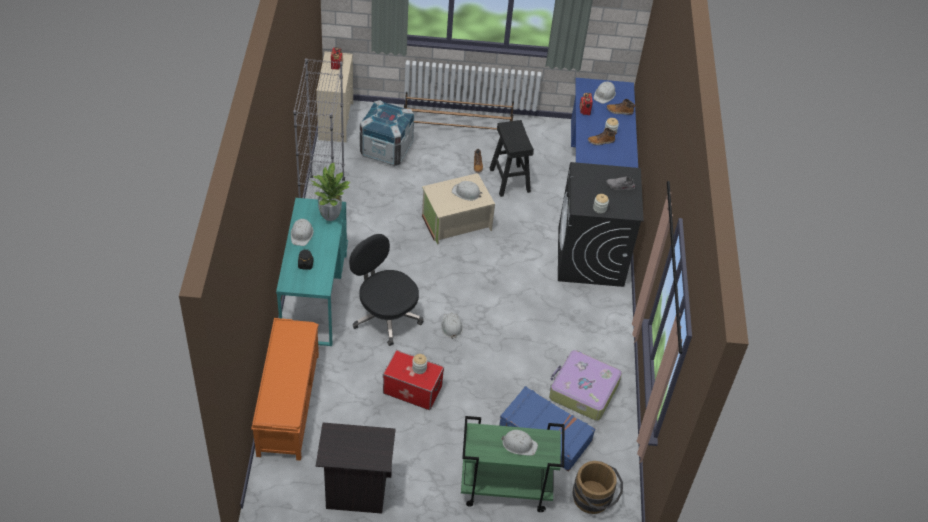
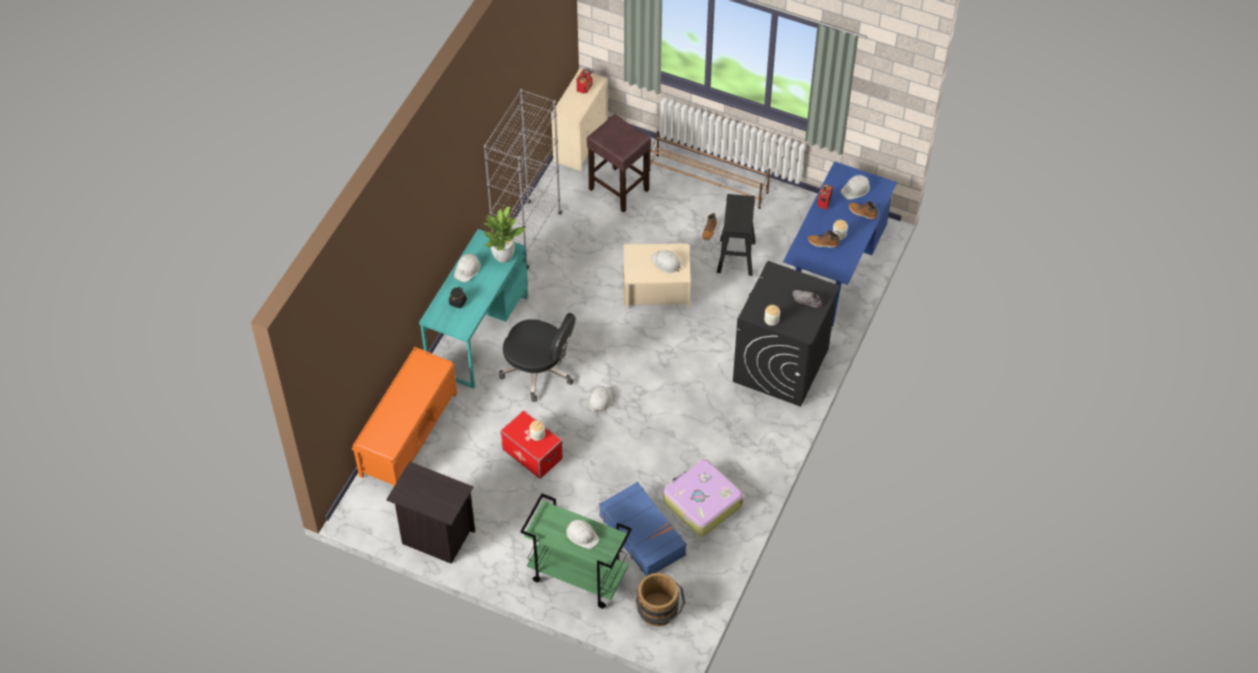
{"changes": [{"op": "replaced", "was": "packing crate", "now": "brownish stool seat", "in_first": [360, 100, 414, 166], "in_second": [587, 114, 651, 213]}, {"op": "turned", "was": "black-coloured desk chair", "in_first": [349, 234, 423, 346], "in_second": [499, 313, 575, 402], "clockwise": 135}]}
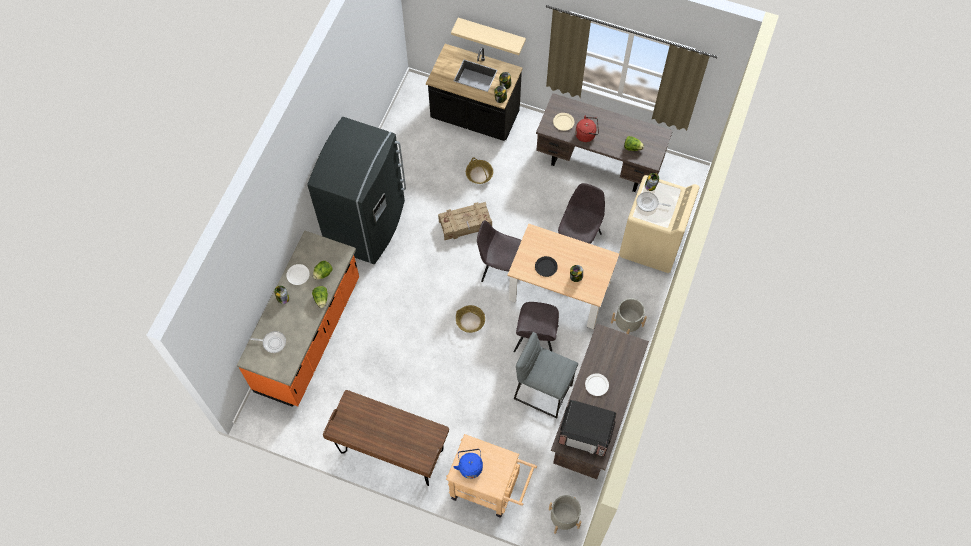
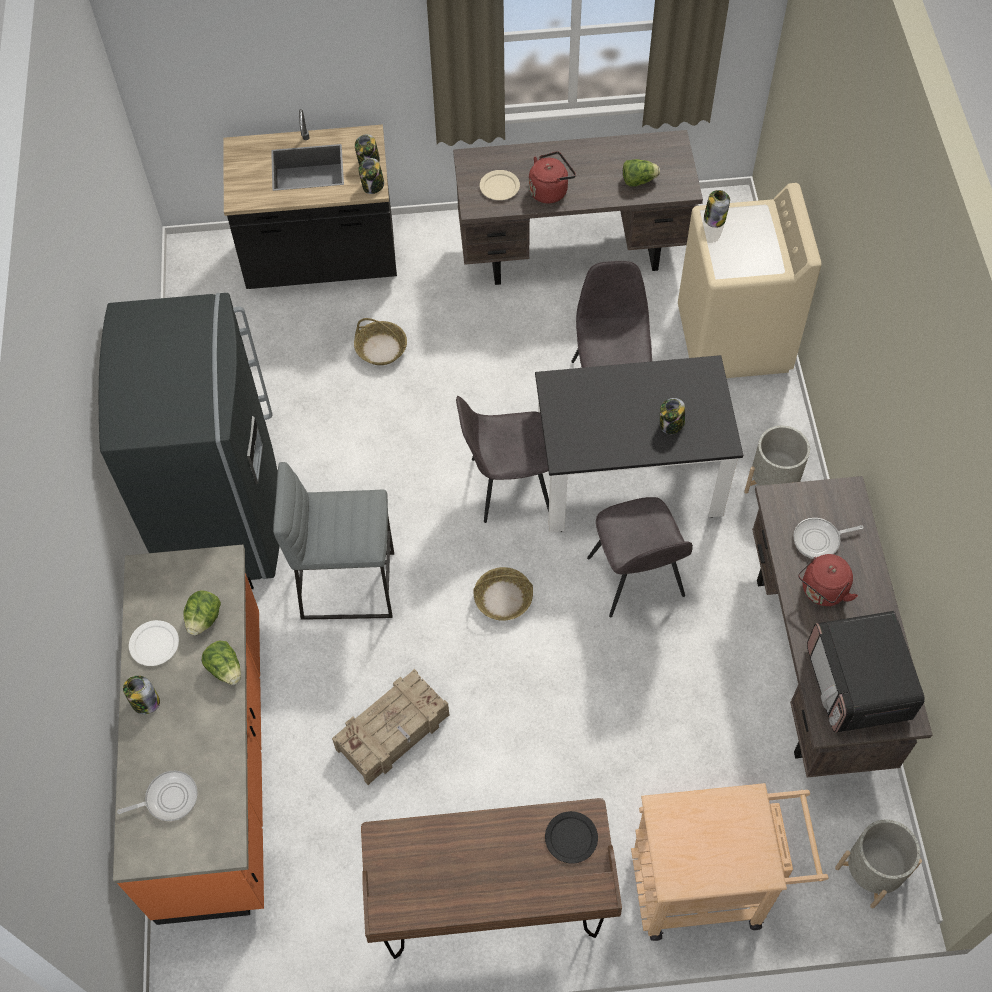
{"changes": [{"op": "removed", "was": "beige bracket shelf", "in_first": [451, 18, 526, 55]}, {"op": "moved", "was": "frying pan", "in_first": [636, 192, 671, 212], "in_second": [794, 518, 863, 559]}, {"op": "moved", "was": "packing crate", "in_first": [438, 202, 492, 240], "in_second": [332, 669, 449, 785]}, {"op": "recoloured", "was": "beige dinner table", "now": "black-coloured dinner table", "in_first": [507, 224, 620, 329], "in_second": [535, 355, 743, 532]}, {"op": "moved", "was": "black-coloured dinner plate", "in_first": [535, 256, 558, 277], "in_second": [545, 811, 598, 864]}, {"op": "moved", "was": "gray stool seat", "in_first": [514, 332, 578, 418], "in_second": [273, 462, 394, 620]}, {"op": "replaced", "was": "white dinner plate", "now": "red tea kettle", "in_first": [585, 373, 609, 396], "in_second": [798, 554, 858, 606]}, {"op": "turned", "was": "kitchen microwave", "in_first": [558, 400, 616, 456], "in_second": [807, 611, 925, 733], "clockwise": 90}, {"op": "removed", "was": "blue tea kettle", "in_first": [453, 449, 483, 479]}]}
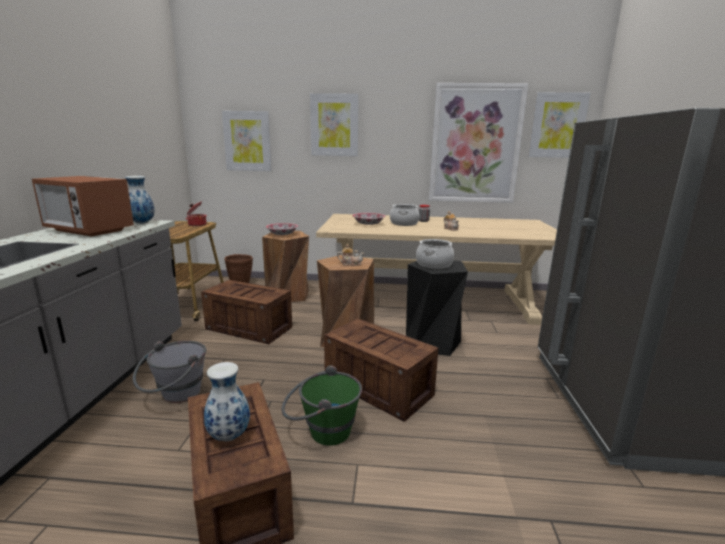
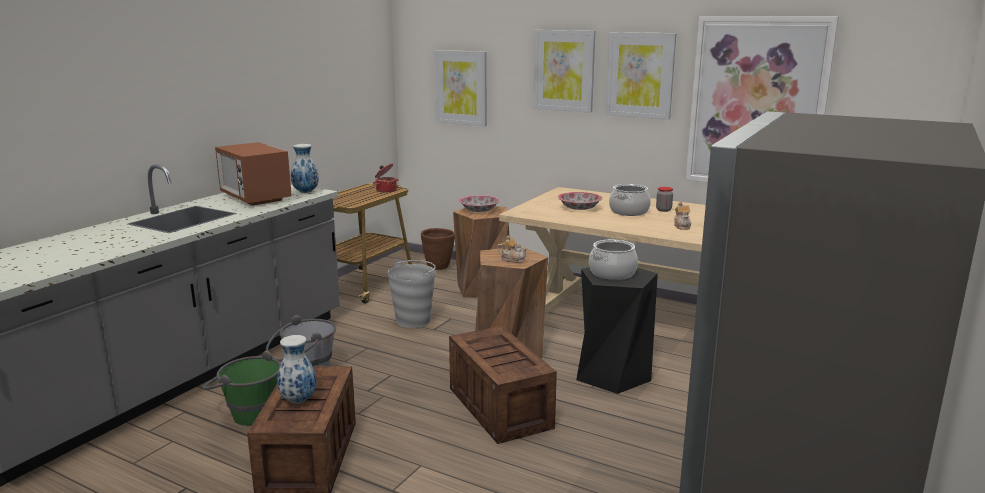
{"changes": [{"op": "moved", "was": "wall art", "in_first": [528, 92, 590, 158], "in_second": [605, 32, 676, 120]}, {"op": "replaced", "was": "packing crate", "now": "gray water bucket", "in_first": [201, 280, 292, 344], "in_second": [388, 259, 436, 328]}, {"op": "moved", "was": "green water bucket", "in_first": [281, 365, 362, 446], "in_second": [202, 350, 281, 426]}]}
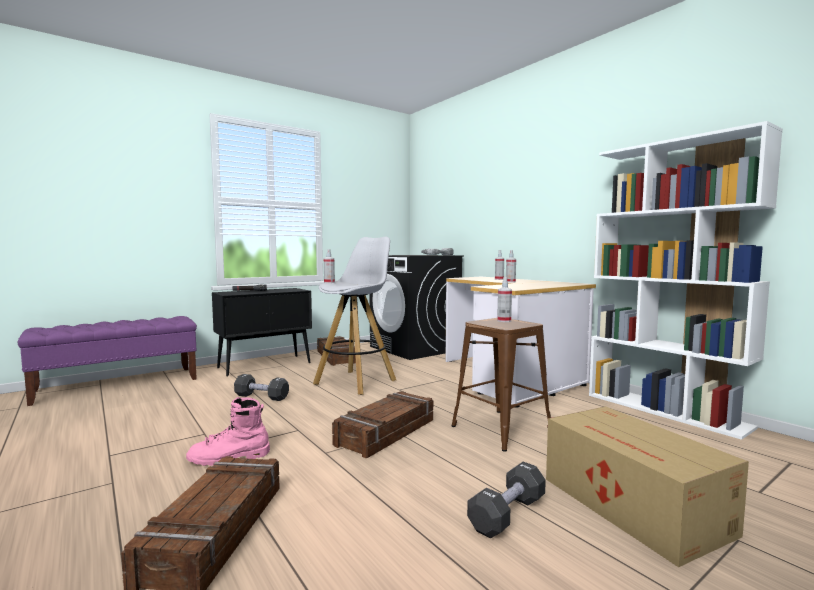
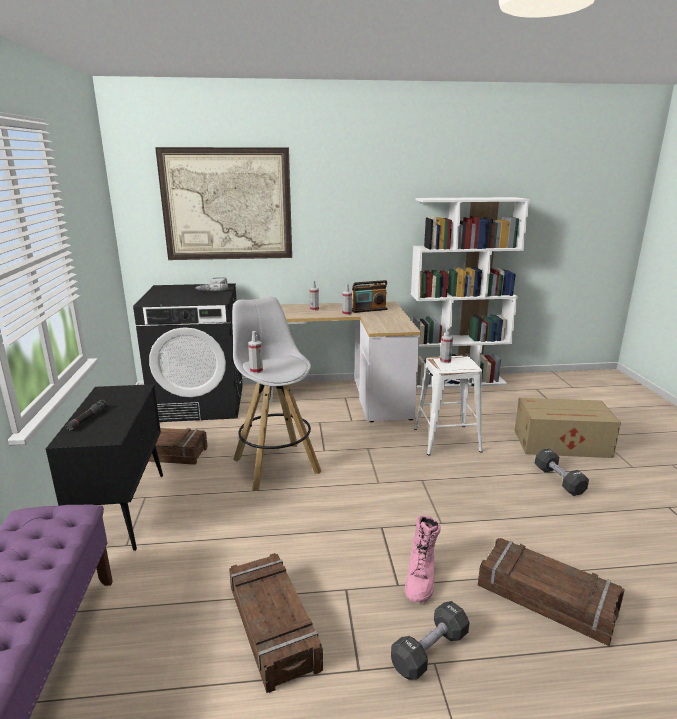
{"changes": [{"op": "recoloured", "was": "brownish stool seat", "now": "white stool seat", "in_first": [452, 318, 551, 452], "in_second": [414, 356, 483, 456]}, {"op": "moved", "was": "black-coloured dumbbell", "in_first": [234, 374, 289, 401], "in_second": [391, 601, 470, 680]}, {"op": "moved", "was": "packing crate", "in_first": [332, 391, 433, 458], "in_second": [229, 553, 323, 693]}, {"op": "added", "now": "wall art", "in_second": [155, 147, 292, 260]}, {"op": "added", "now": "radio receiver", "in_second": [352, 280, 388, 313]}]}
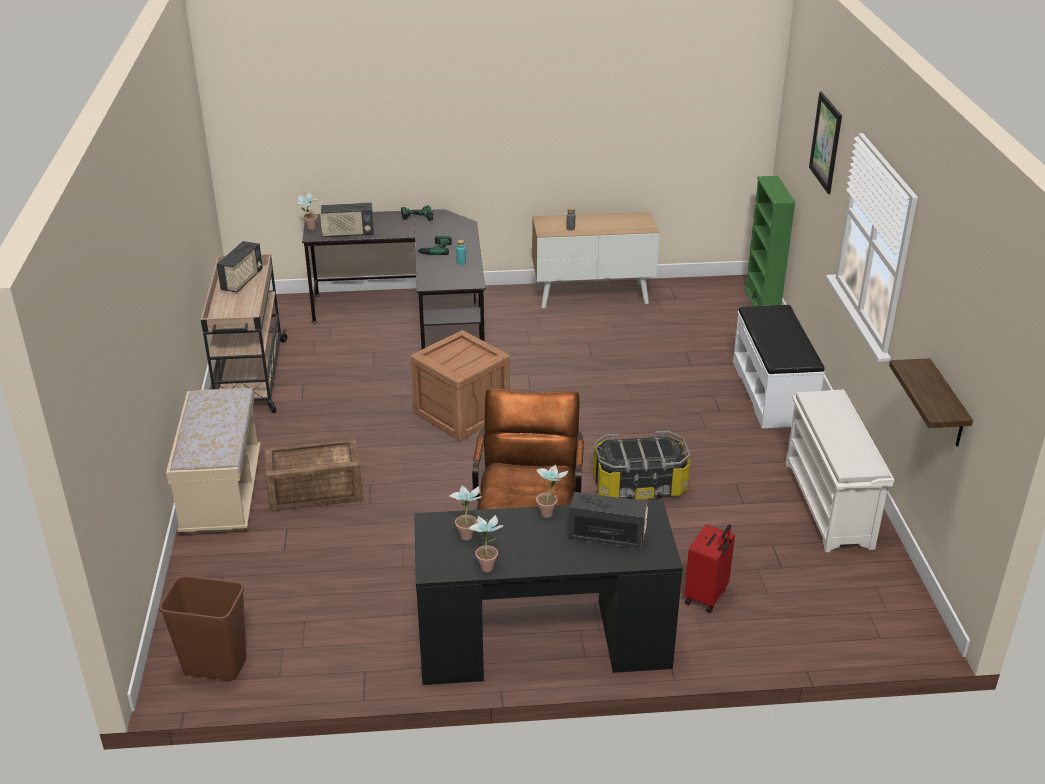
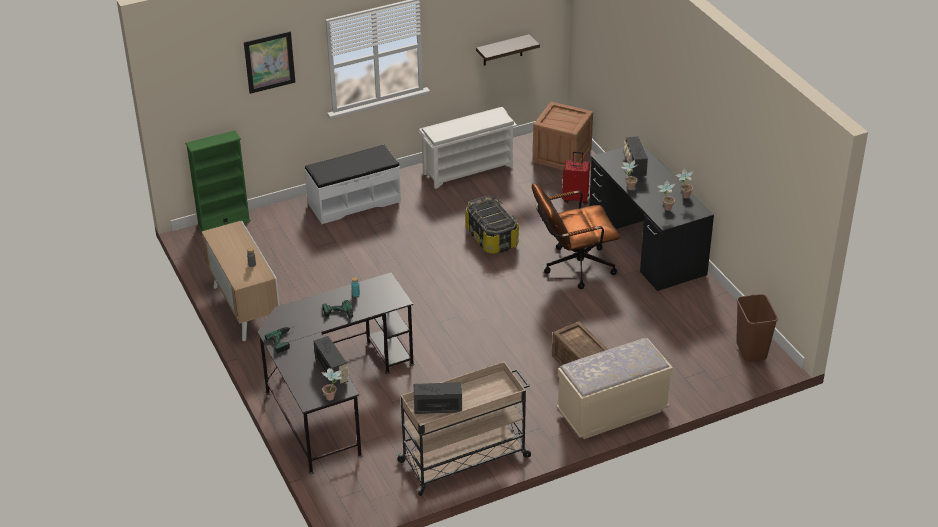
{"changes": [{"op": "moved", "was": "packing crate", "in_first": [411, 330, 510, 441], "in_second": [533, 102, 593, 170]}]}
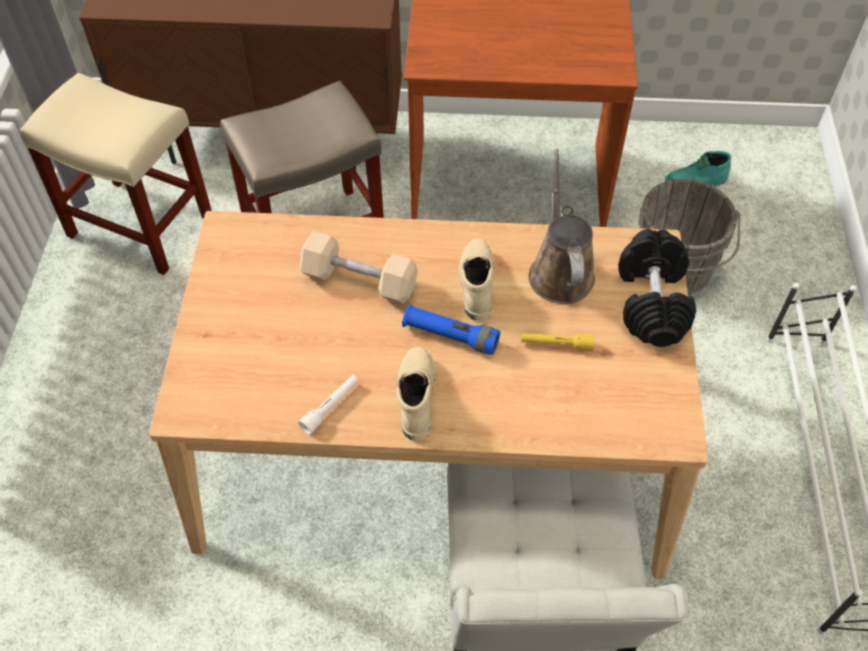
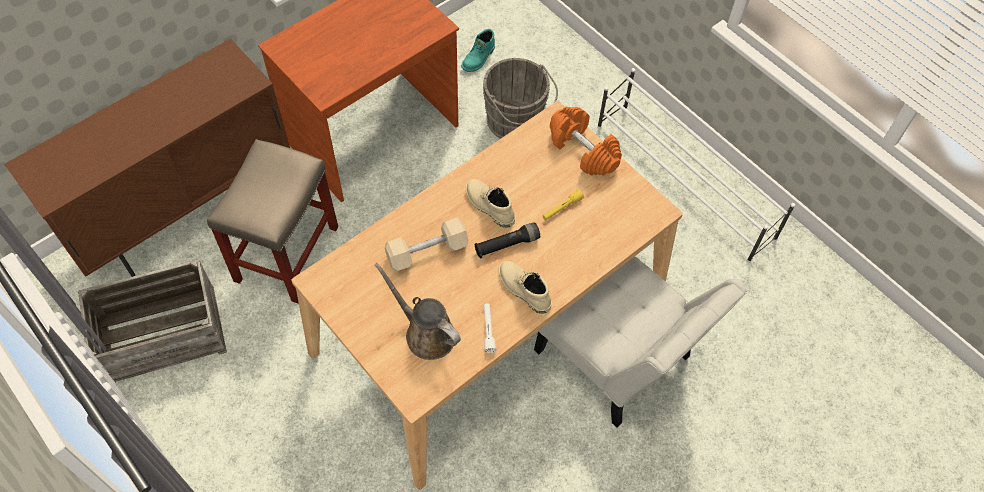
{"changes": [{"op": "replaced", "was": "beige stool seat", "now": "packing crate", "in_first": [19, 73, 212, 275], "in_second": [78, 259, 227, 383]}, {"op": "moved", "was": "brownish sprinkling can", "in_first": [529, 149, 595, 304], "in_second": [375, 263, 461, 360]}, {"op": "recoloured", "was": "black-coloured dumbbell", "now": "orangey dumbbell", "in_first": [618, 229, 696, 347], "in_second": [550, 106, 622, 176]}, {"op": "recoloured", "was": "blue flashlight", "now": "black-coloured flashlight", "in_first": [402, 304, 500, 355], "in_second": [475, 222, 540, 259]}]}
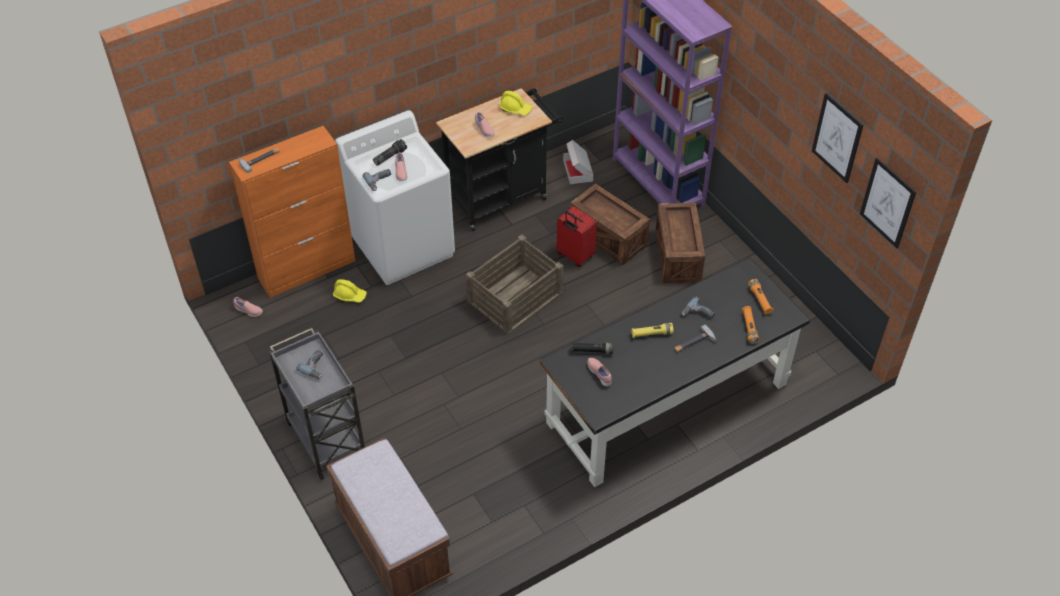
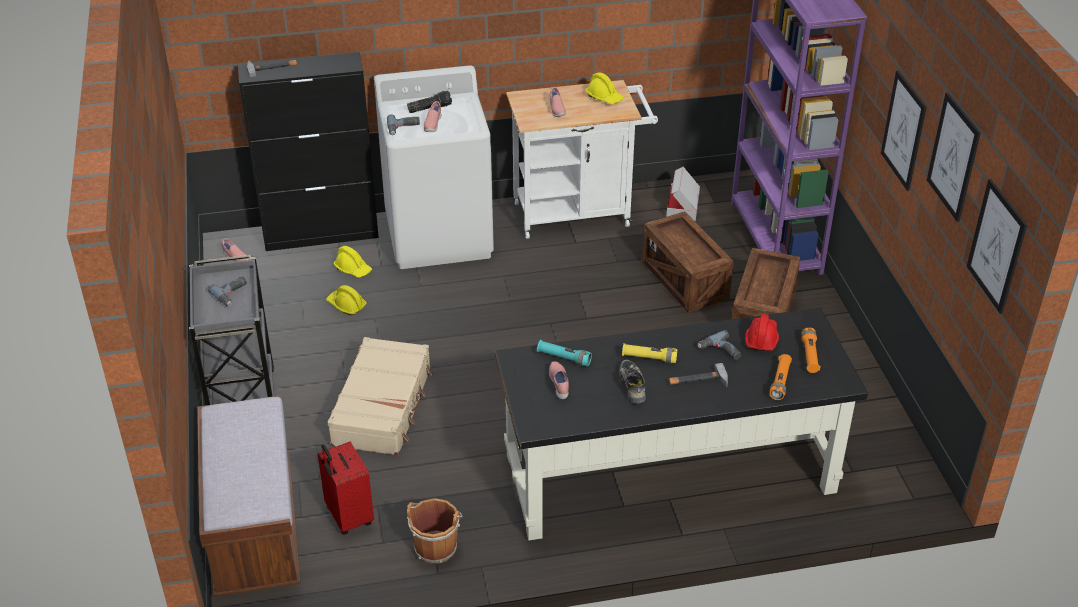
{"changes": [{"op": "recoloured", "was": "black-coloured wheeled cart", "now": "white wheeled cart", "in_first": [436, 88, 563, 231], "in_second": [506, 80, 658, 239]}, {"op": "recoloured", "was": "orangey cabinet", "now": "black-coloured cabinet", "in_first": [229, 126, 355, 298], "in_second": [238, 52, 379, 251]}, {"op": "moved", "was": "red travel case", "in_first": [557, 206, 597, 267], "in_second": [318, 442, 374, 535]}, {"op": "removed", "was": "packing crate", "in_first": [466, 235, 564, 335]}, {"op": "recoloured", "was": "black-coloured flashlight", "now": "turquoise-coloured flashlight", "in_first": [572, 342, 613, 354], "in_second": [537, 340, 592, 366]}, {"op": "added", "now": "wall art", "in_second": [881, 71, 927, 191]}, {"op": "added", "now": "yellow-coloured hard hat", "in_second": [326, 285, 367, 316]}, {"op": "added", "now": "red hard hat", "in_second": [745, 314, 779, 351]}, {"op": "added", "now": "beige travel case", "in_second": [327, 337, 433, 456]}, {"op": "added", "now": "low shoe", "in_second": [619, 360, 646, 404]}, {"op": "added", "now": "brownish water bucket", "in_second": [407, 498, 463, 564]}]}
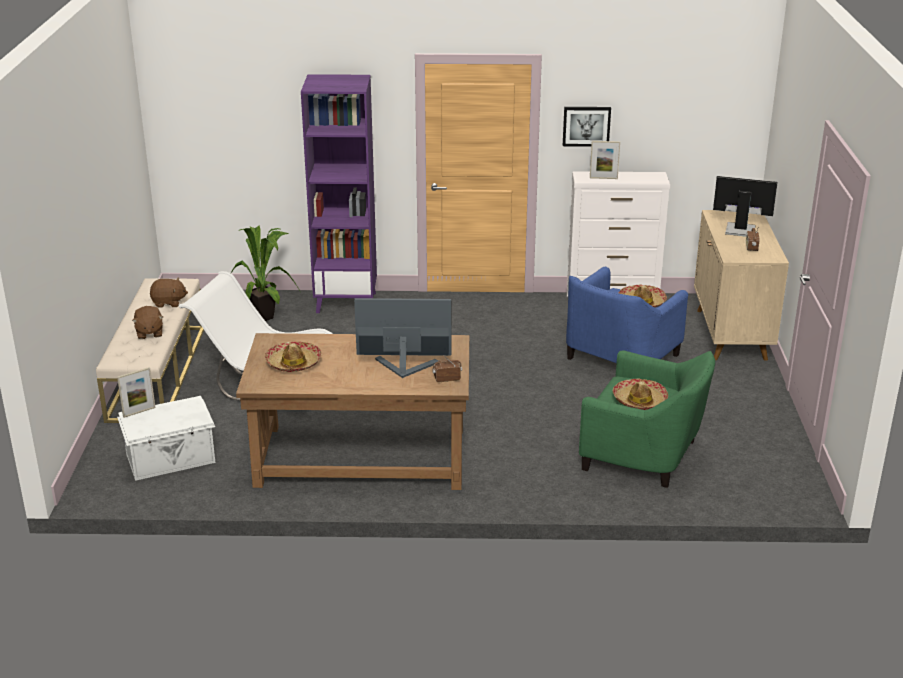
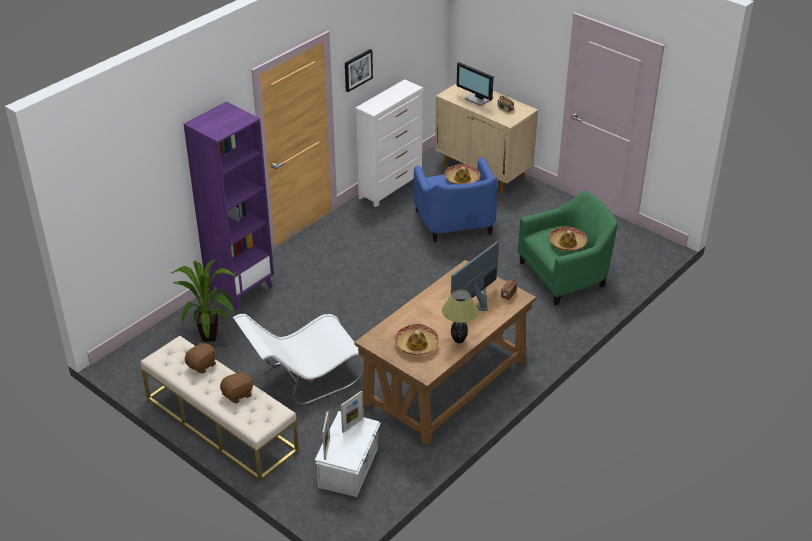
{"changes": [{"op": "moved", "was": "picture frame", "in_first": [590, 141, 620, 179], "in_second": [341, 391, 363, 433]}, {"op": "turned", "was": "computer screen", "in_first": [713, 176, 778, 237], "in_second": [457, 62, 494, 106], "clockwise": -105}, {"op": "turned", "was": "brownish plush toy", "in_first": [132, 306, 163, 339], "in_second": [220, 370, 254, 403], "clockwise": -60}, {"op": "added", "now": "lamp for a table", "in_second": [442, 290, 478, 343]}]}
